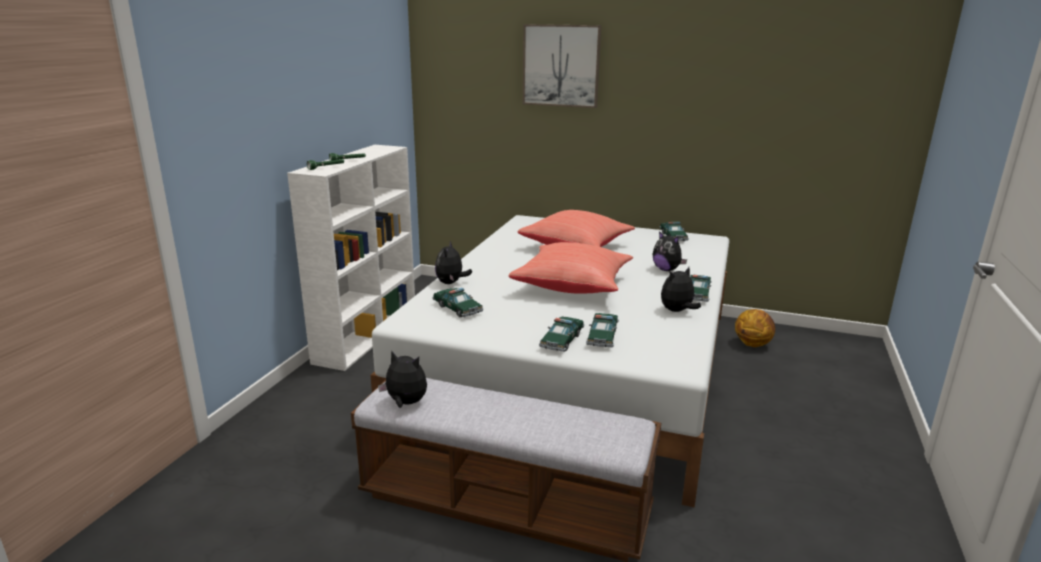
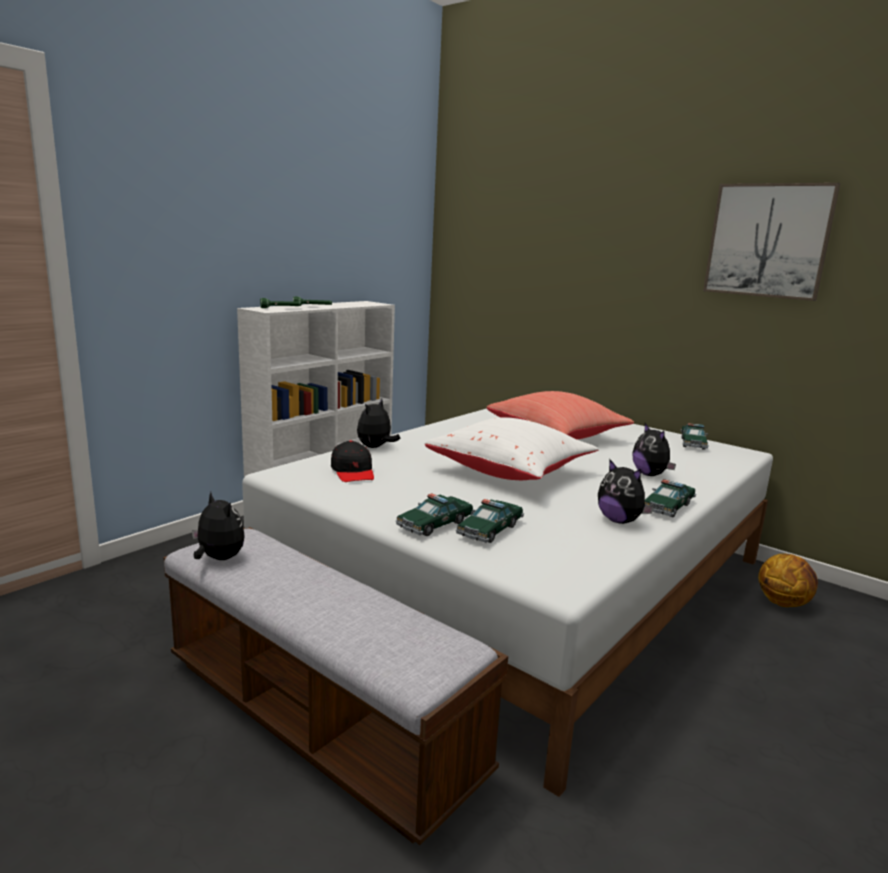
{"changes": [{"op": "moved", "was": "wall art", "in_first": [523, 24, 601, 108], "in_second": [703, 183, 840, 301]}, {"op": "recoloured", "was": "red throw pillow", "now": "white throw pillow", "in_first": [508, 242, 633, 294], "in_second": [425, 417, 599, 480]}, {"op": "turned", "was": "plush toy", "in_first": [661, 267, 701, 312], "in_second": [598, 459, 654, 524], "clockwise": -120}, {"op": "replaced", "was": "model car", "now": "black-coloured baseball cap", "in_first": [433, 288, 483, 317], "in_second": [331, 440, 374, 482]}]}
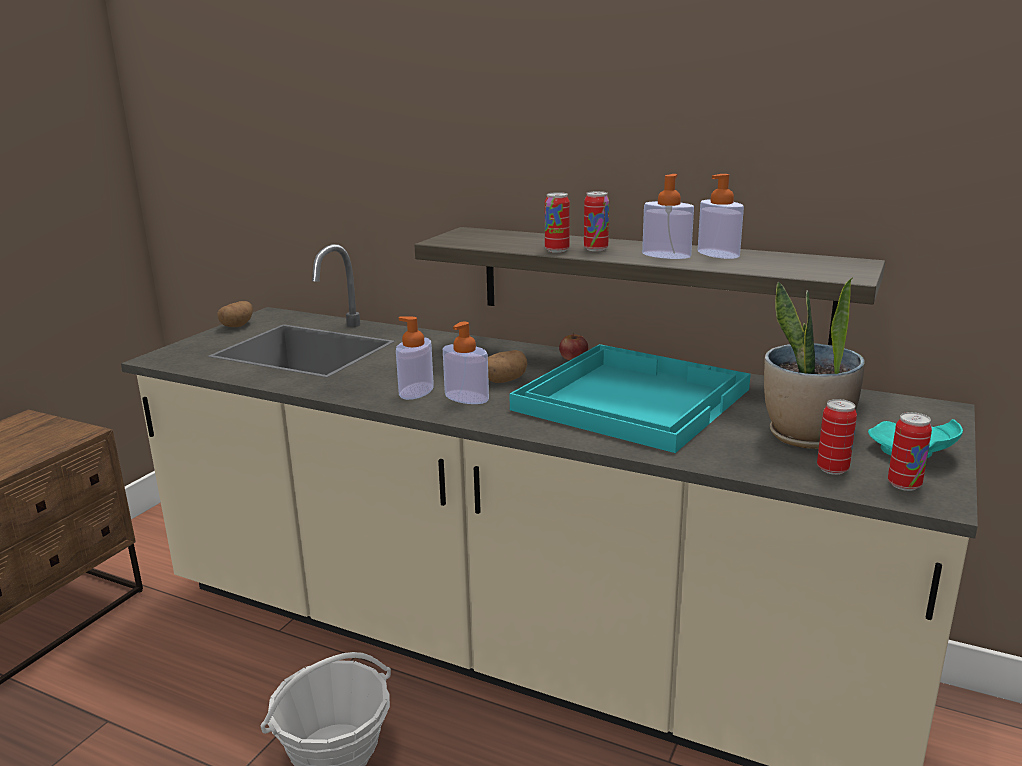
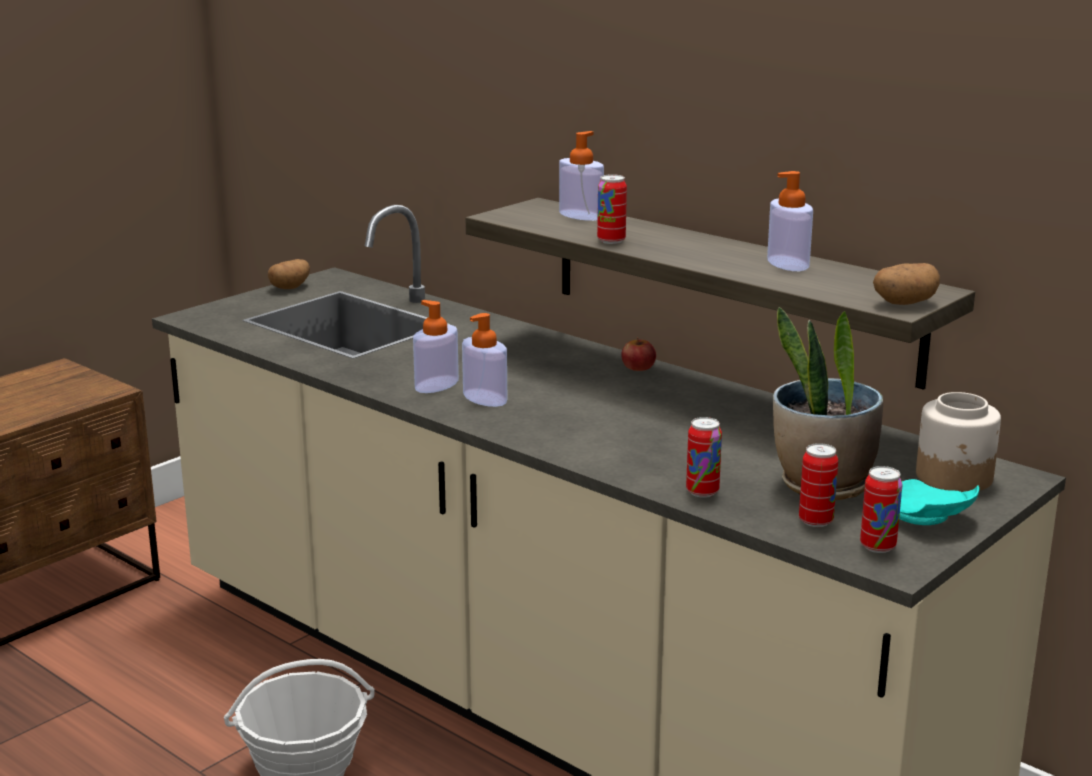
{"changes": [{"op": "moved", "was": "soap bottle", "in_first": [642, 174, 694, 259], "in_second": [559, 131, 604, 221]}, {"op": "moved", "was": "can", "in_first": [584, 191, 609, 251], "in_second": [686, 417, 722, 498]}, {"op": "removed", "was": "turquoise-coloured serving tray", "in_first": [509, 344, 751, 453]}, {"op": "moved", "was": "whole potato", "in_first": [488, 350, 527, 383], "in_second": [873, 263, 940, 305]}, {"op": "added", "now": "jar", "in_second": [916, 392, 1001, 492]}]}
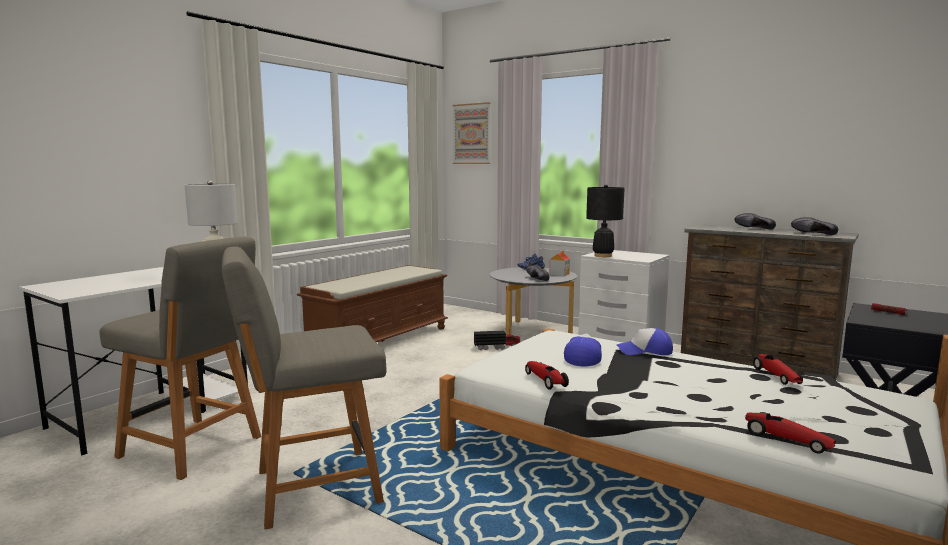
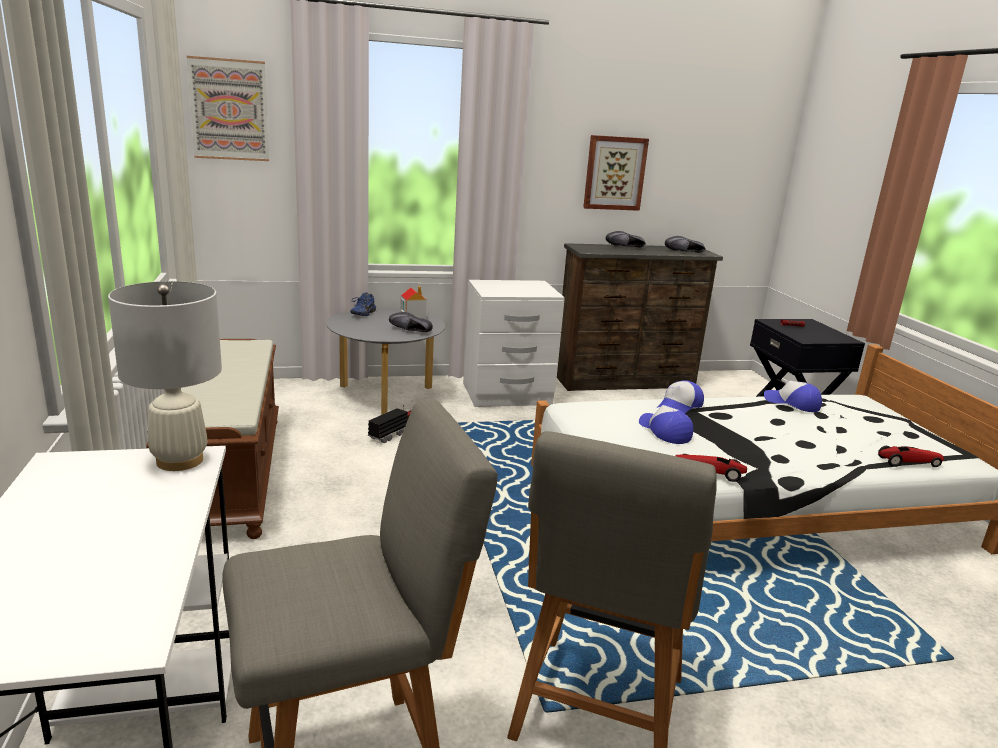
{"changes": [{"op": "removed", "was": "black-coloured lamp for a table", "in_first": [586, 185, 625, 257]}, {"op": "replaced", "was": "model car", "now": "baseball cap", "in_first": [753, 354, 803, 385], "in_second": [764, 381, 822, 412]}, {"op": "added", "now": "wall art", "in_second": [583, 135, 649, 211]}]}
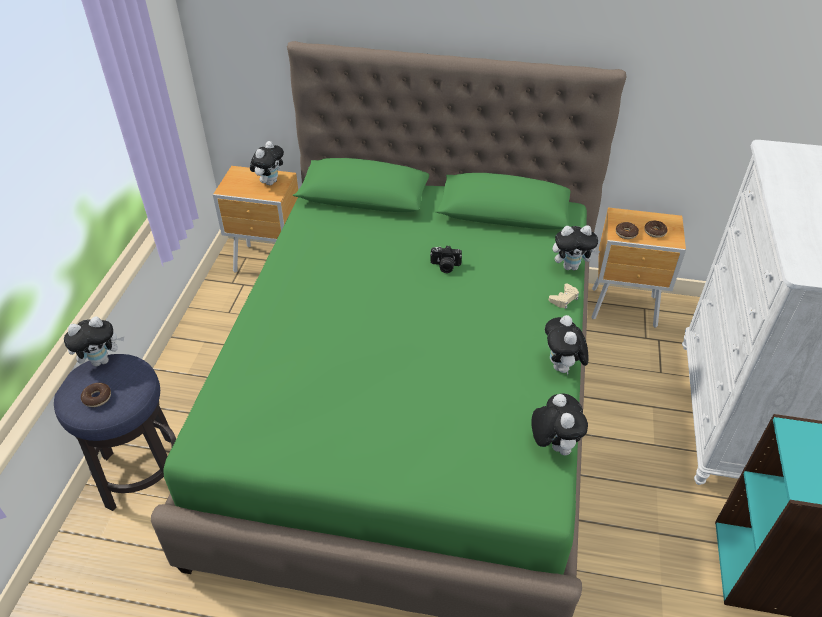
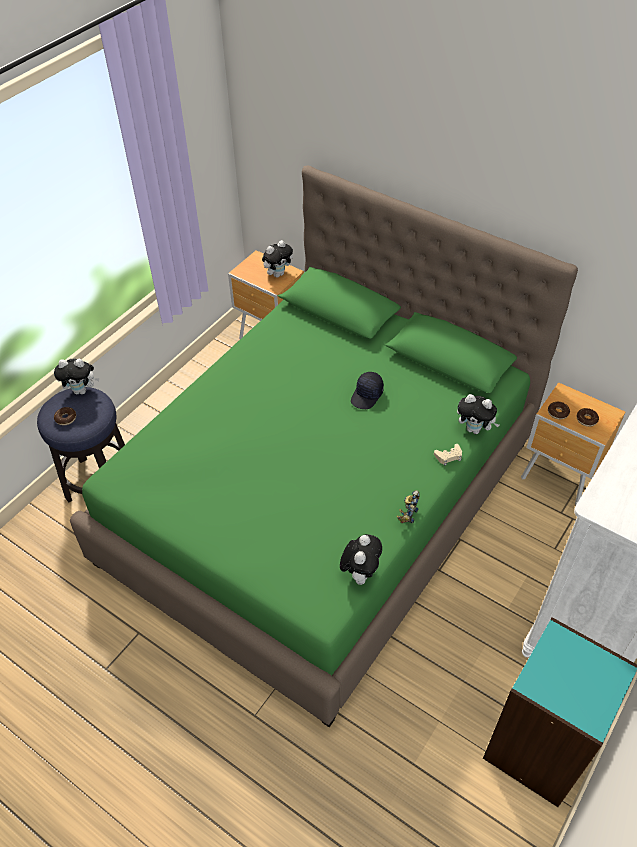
{"changes": [{"op": "replaced", "was": "photo camera", "now": "black-coloured baseball cap", "in_first": [430, 245, 462, 273], "in_second": [351, 372, 384, 409]}, {"op": "replaced", "was": "plush toy", "now": "toy robot", "in_first": [545, 315, 589, 375], "in_second": [397, 490, 420, 523]}]}
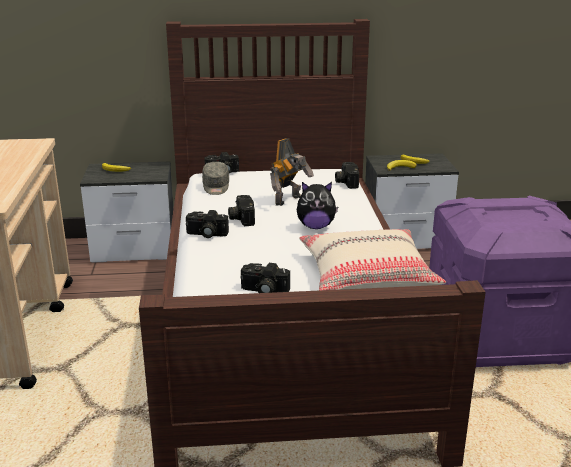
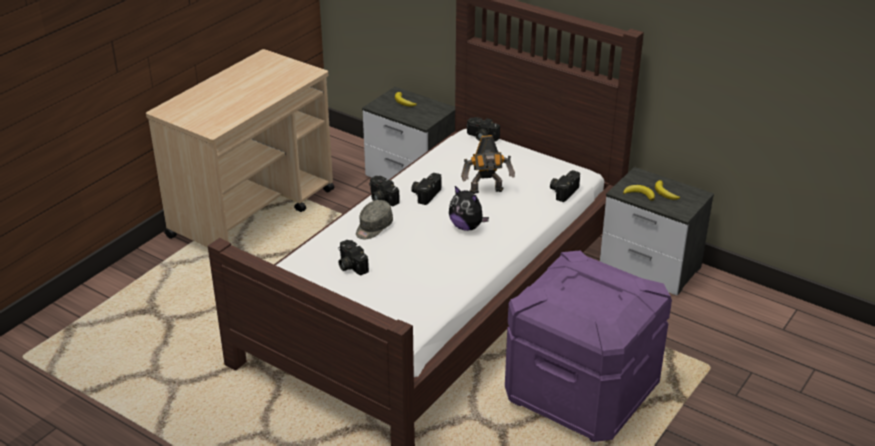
{"changes": [{"op": "moved", "was": "gray baseball cap", "in_first": [202, 162, 229, 195], "in_second": [356, 200, 393, 239]}, {"op": "removed", "was": "beige throw pillow", "in_first": [299, 229, 446, 290]}]}
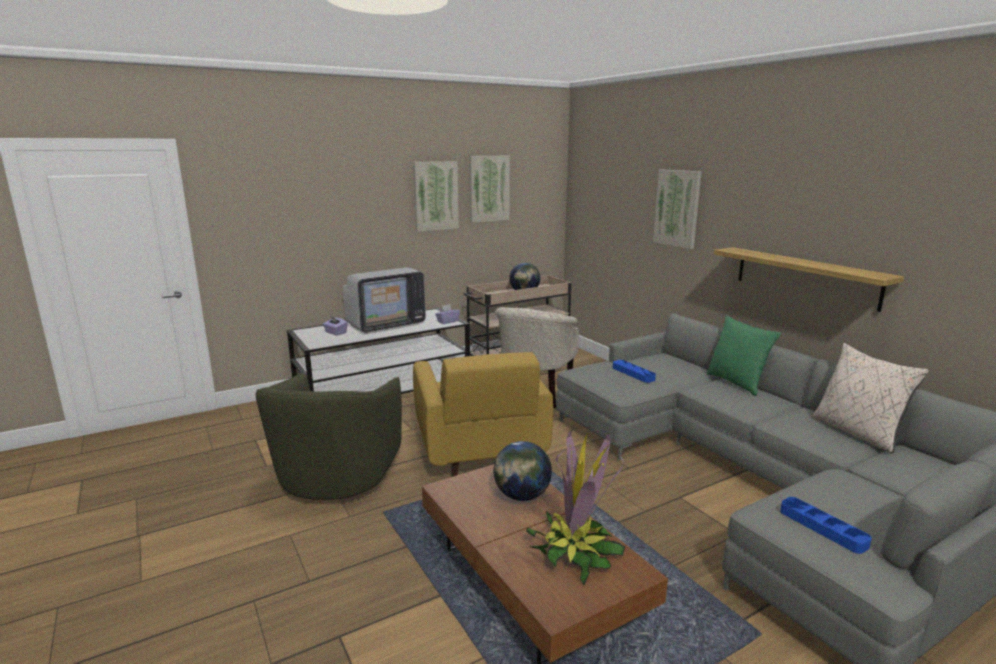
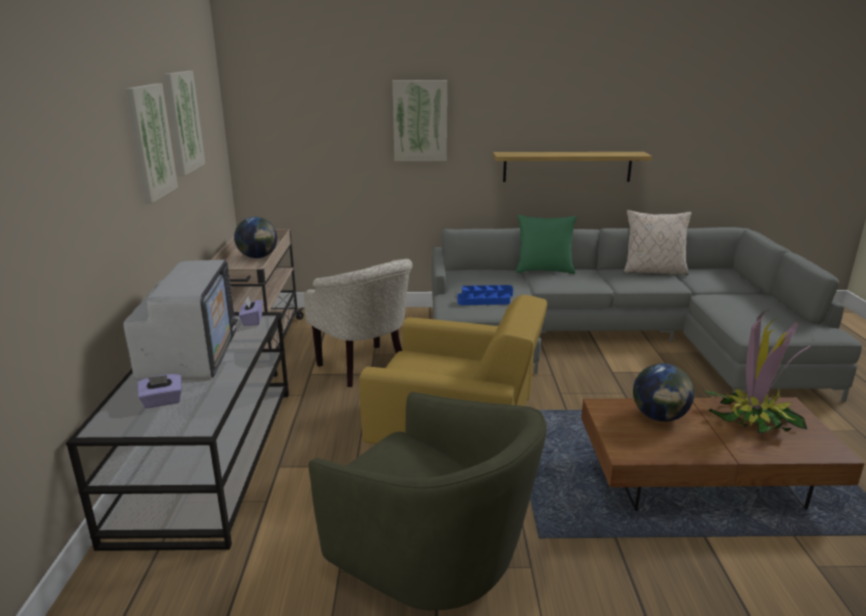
{"changes": [{"op": "moved", "was": "blue serving tray", "in_first": [780, 497, 872, 554], "in_second": [457, 293, 510, 305]}]}
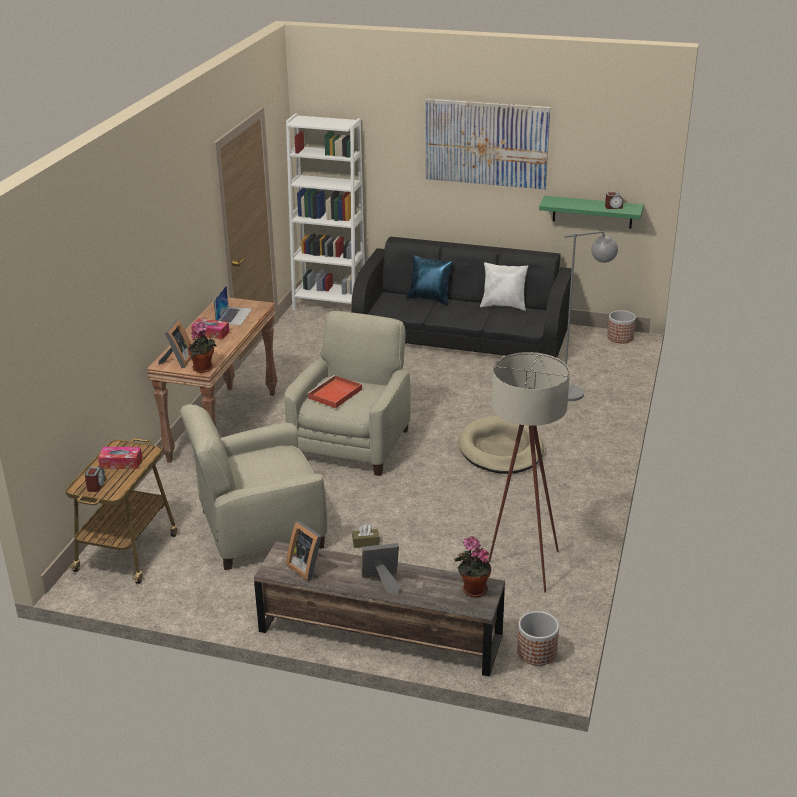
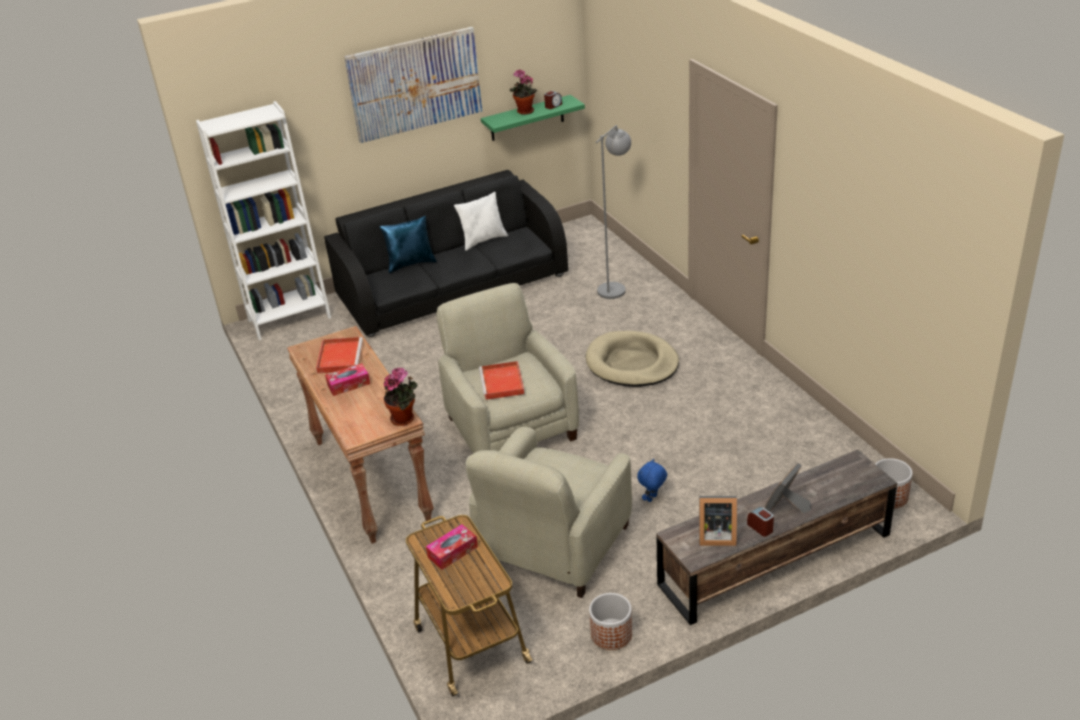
{"changes": [{"op": "replaced", "was": "notebook computer", "now": "red serving tray", "in_first": [214, 286, 252, 326], "in_second": [316, 337, 363, 374]}, {"op": "moved", "was": "planter", "in_first": [607, 310, 636, 343], "in_second": [589, 593, 632, 650]}, {"op": "removed", "was": "picture frame", "in_first": [159, 320, 192, 368]}, {"op": "removed", "was": "beige standing lamp", "in_first": [488, 352, 570, 593]}, {"op": "moved", "was": "table clock", "in_first": [85, 467, 106, 492], "in_second": [747, 507, 774, 537]}, {"op": "replaced", "was": "brownish tissue holder", "now": "blue plush toy", "in_first": [352, 524, 380, 548], "in_second": [637, 459, 667, 502]}, {"op": "moved", "was": "houseplant", "in_first": [454, 536, 491, 597], "in_second": [510, 69, 537, 115]}]}
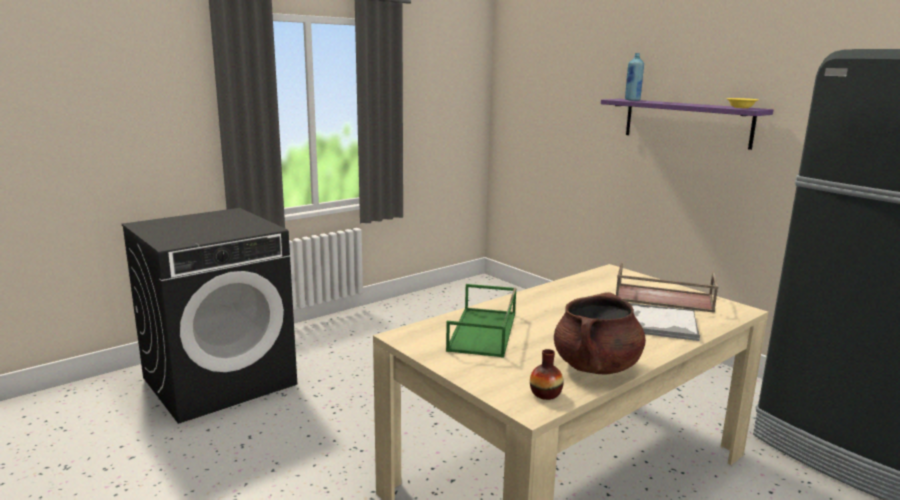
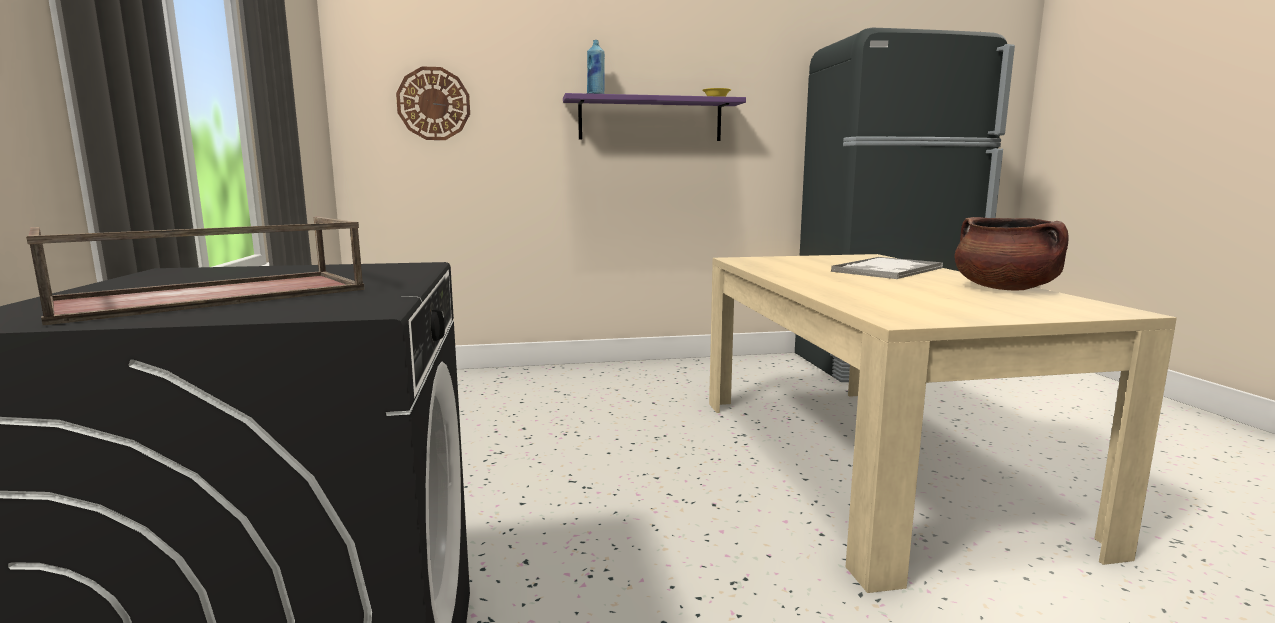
{"changes": [{"op": "moved", "was": "brownish serving tray", "in_first": [616, 262, 718, 313], "in_second": [26, 217, 365, 325]}, {"op": "removed", "was": "green serving tray", "in_first": [446, 284, 516, 358]}, {"op": "removed", "was": "decorative vase", "in_first": [530, 349, 564, 400]}, {"op": "added", "now": "wall clock", "in_second": [396, 66, 470, 140]}]}
